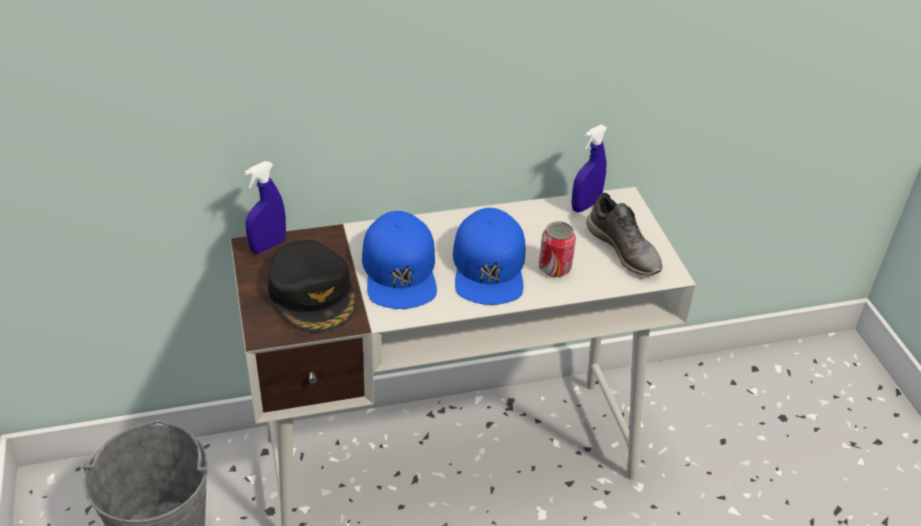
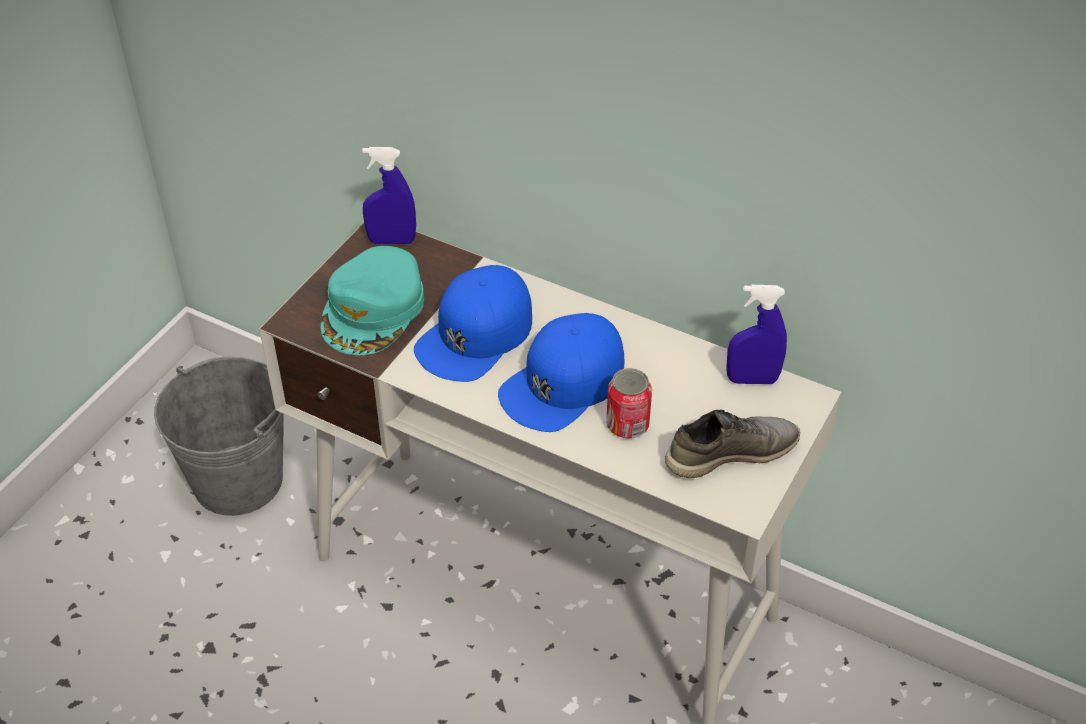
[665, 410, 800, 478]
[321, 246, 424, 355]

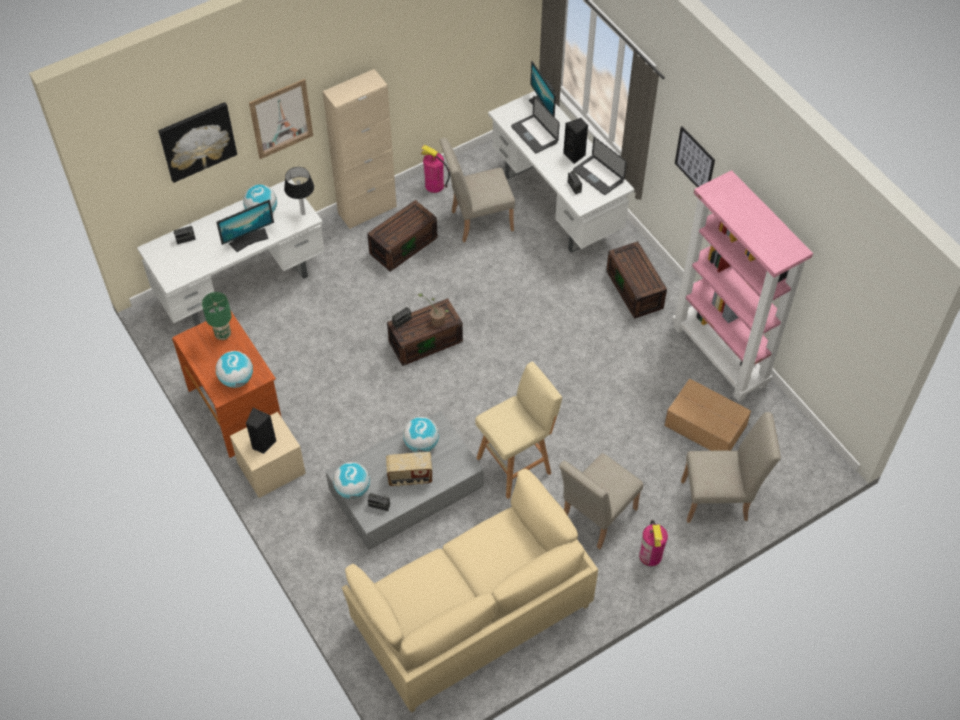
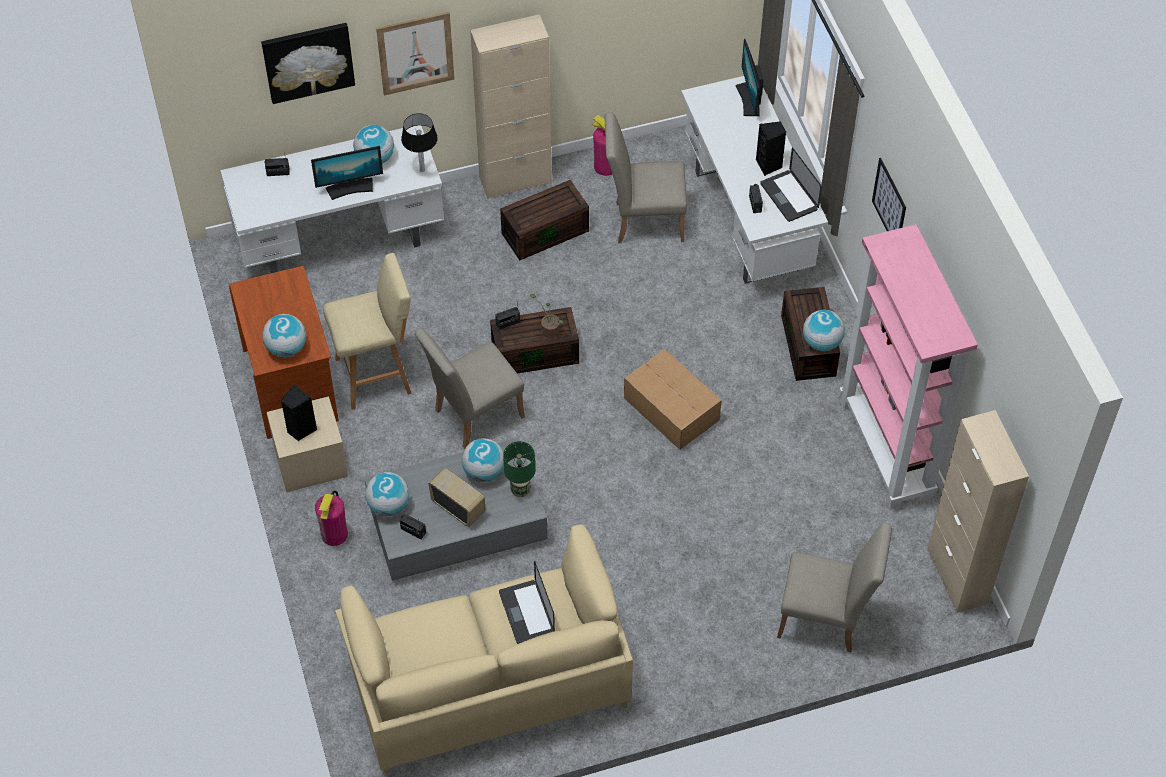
[499, 561, 555, 644]
[503, 441, 535, 497]
[323, 253, 412, 410]
[624, 349, 722, 450]
[429, 468, 485, 527]
[415, 328, 525, 449]
[315, 491, 348, 546]
[803, 310, 845, 351]
[927, 410, 1029, 613]

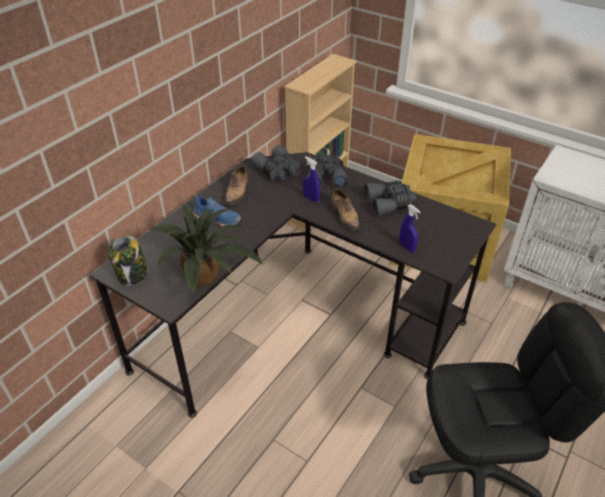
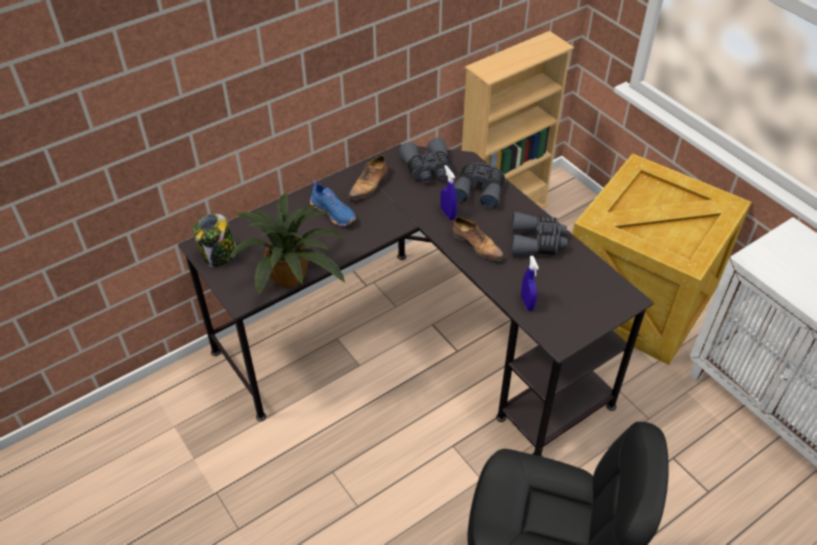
[452, 217, 504, 261]

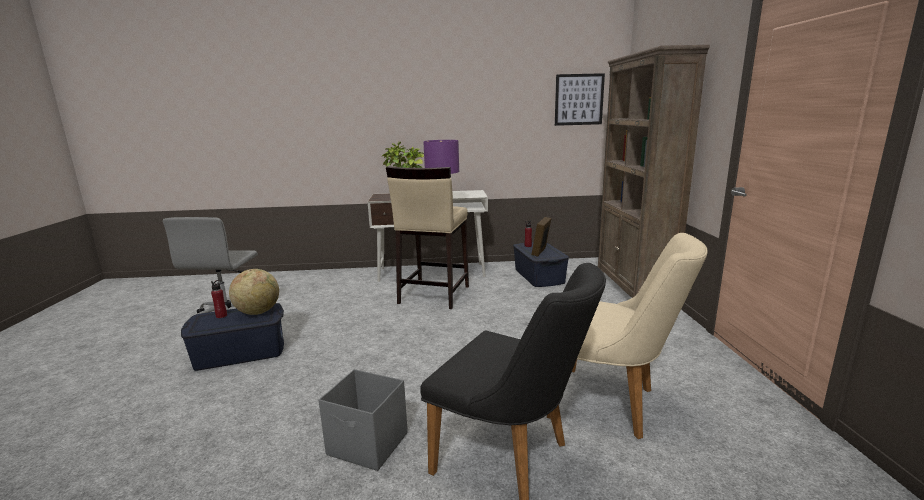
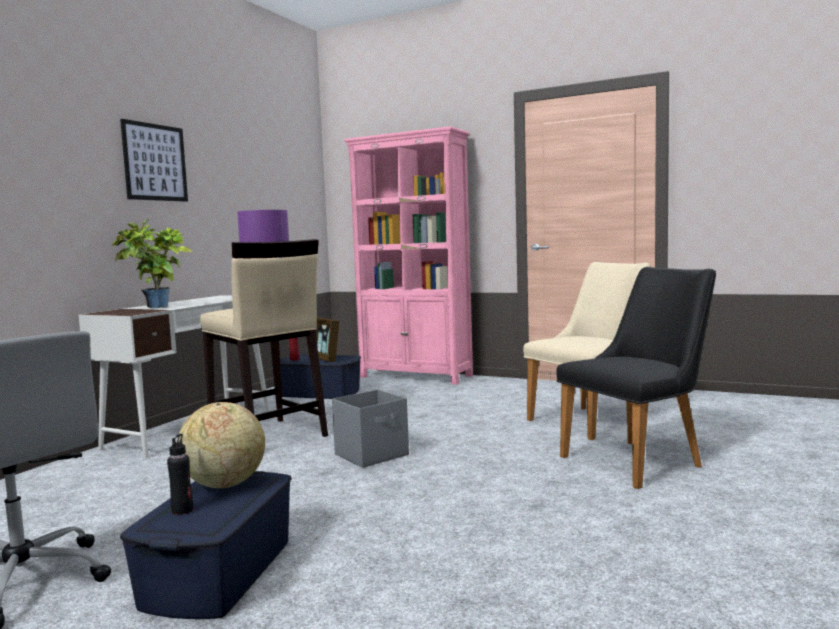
[344, 126, 473, 385]
[120, 119, 188, 202]
[167, 434, 193, 515]
[332, 390, 409, 468]

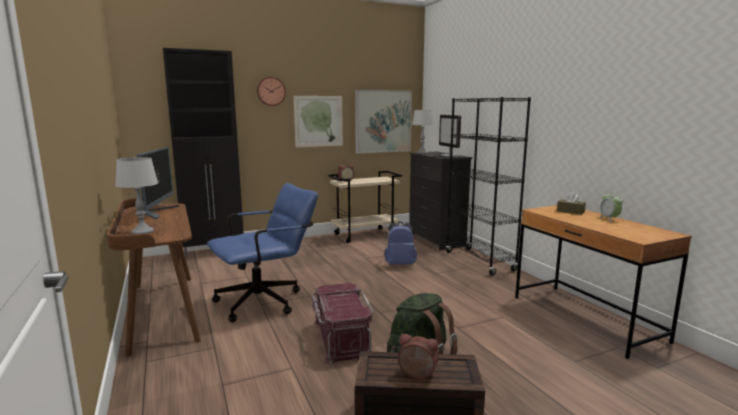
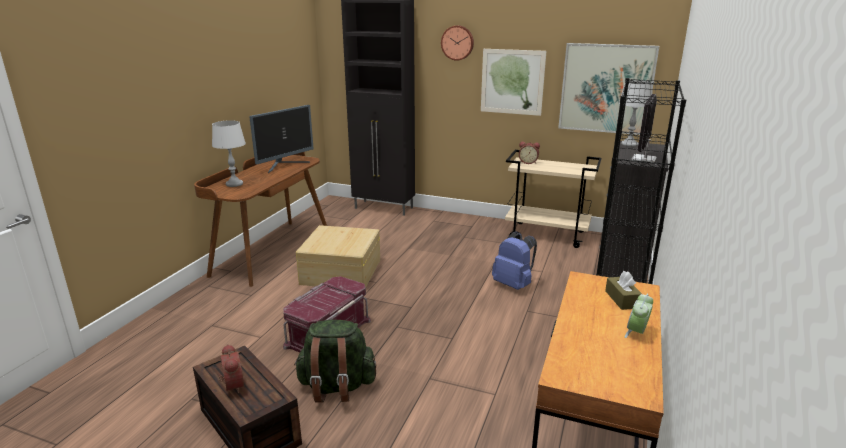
[296, 225, 380, 287]

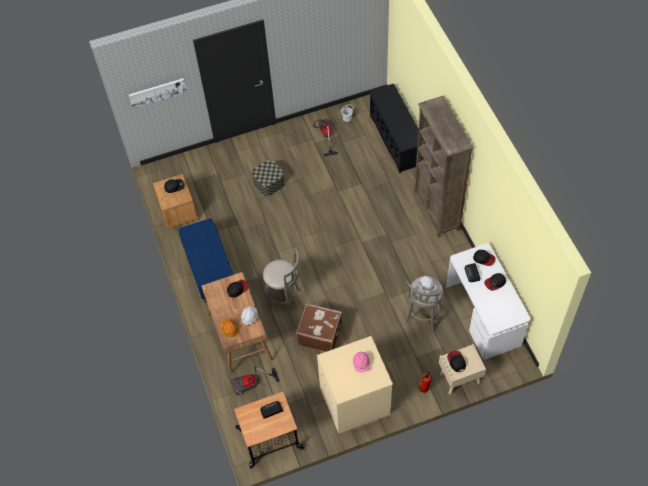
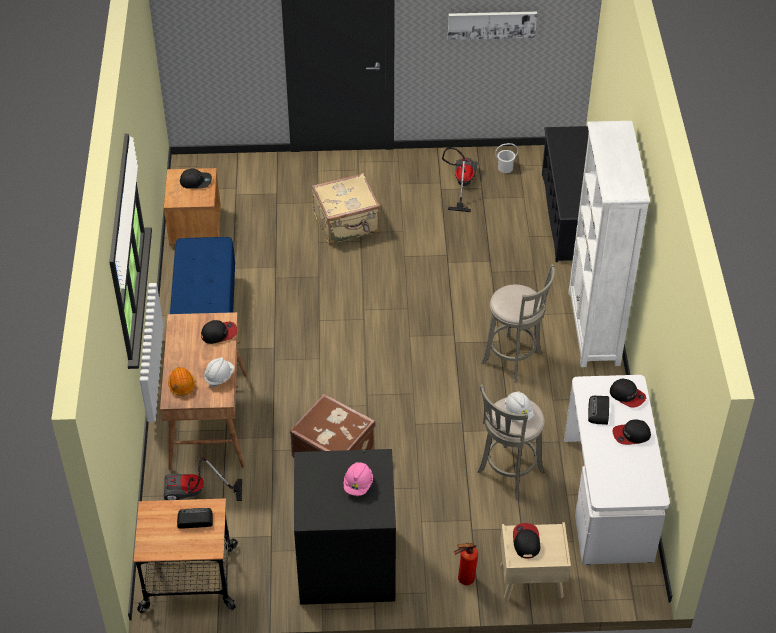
[448, 12, 537, 40]
[568, 121, 650, 367]
[312, 173, 380, 245]
[481, 264, 555, 383]
[294, 449, 396, 605]

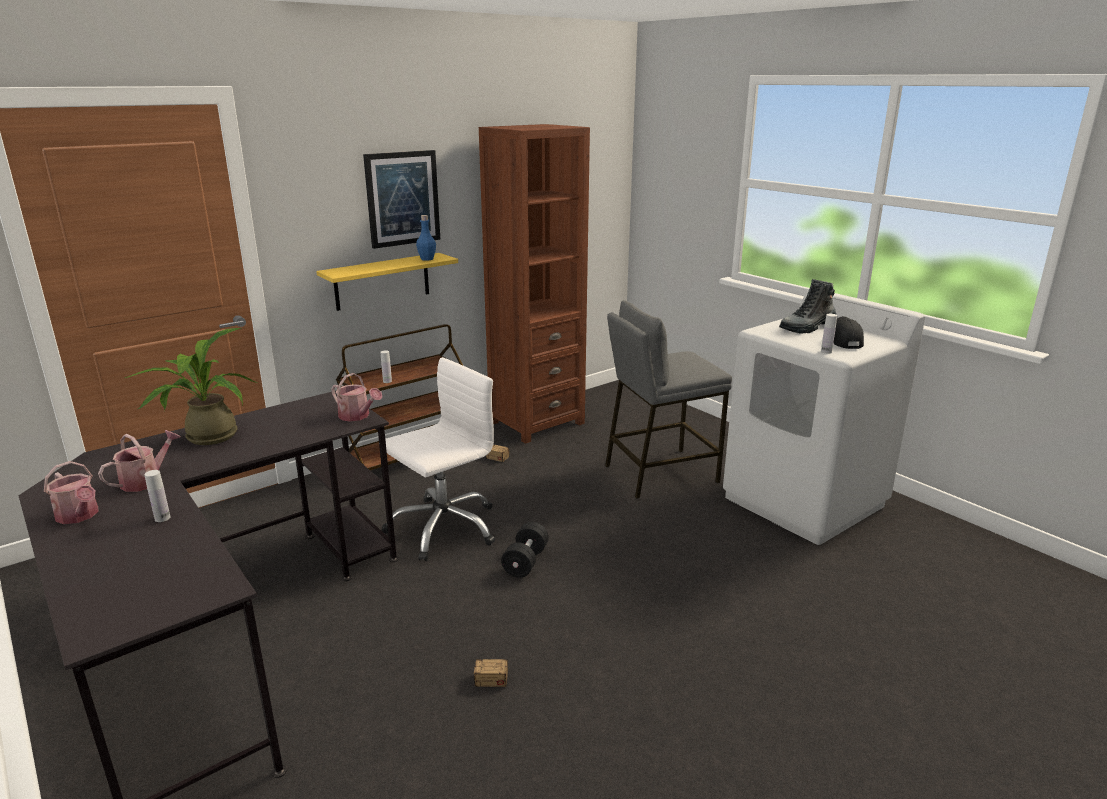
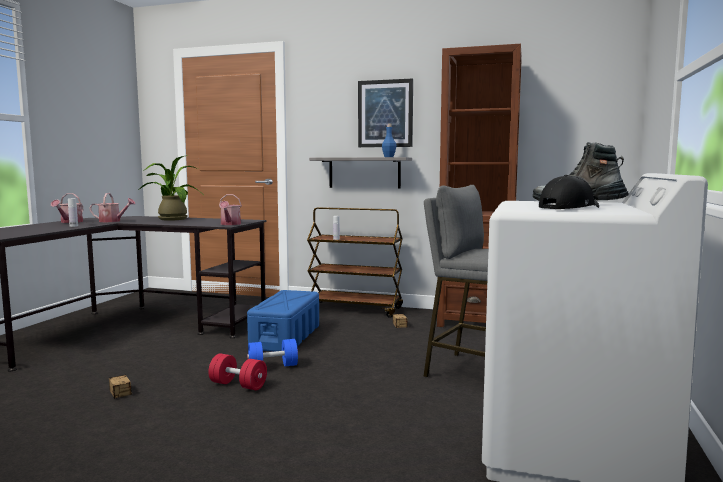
[309, 157, 412, 189]
[821, 314, 837, 354] (first image)
[247, 290, 319, 352]
[247, 339, 298, 366]
[208, 353, 267, 390]

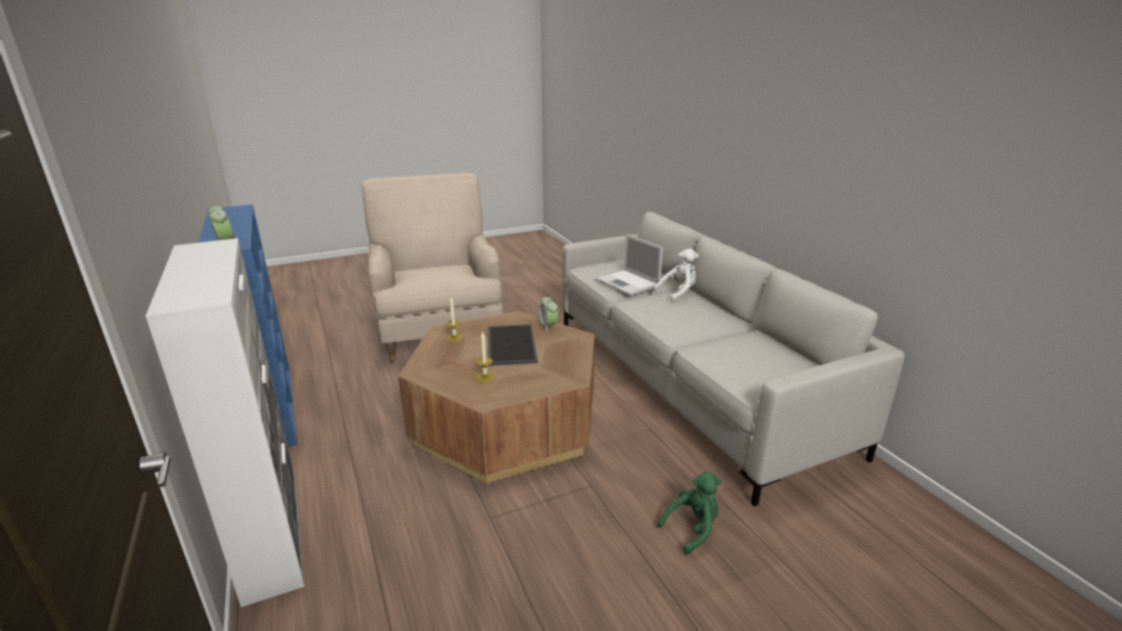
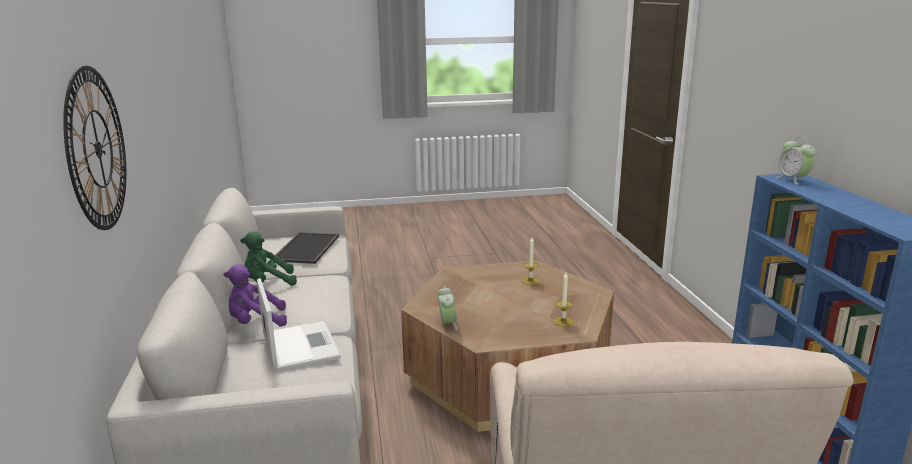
[145, 238, 304, 607] (first image)
[224, 264, 287, 327]
[276, 232, 339, 264]
[240, 231, 297, 286]
[63, 66, 126, 230]

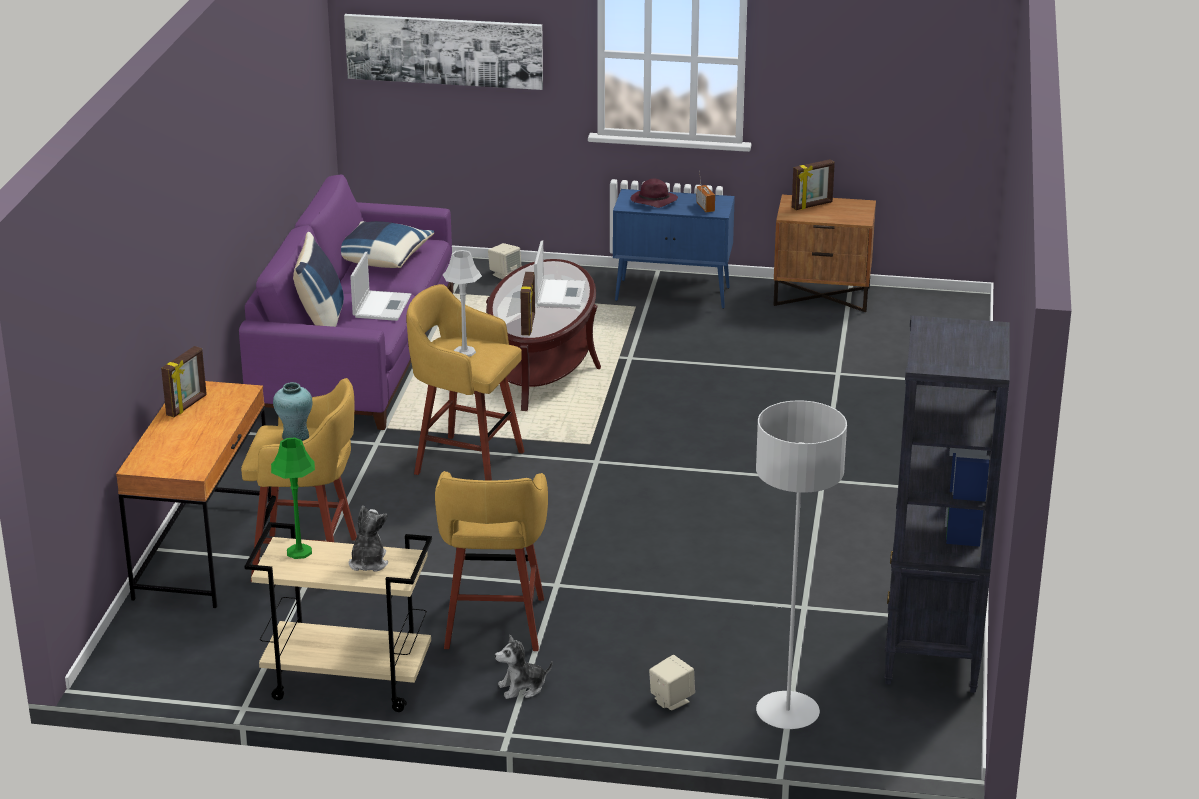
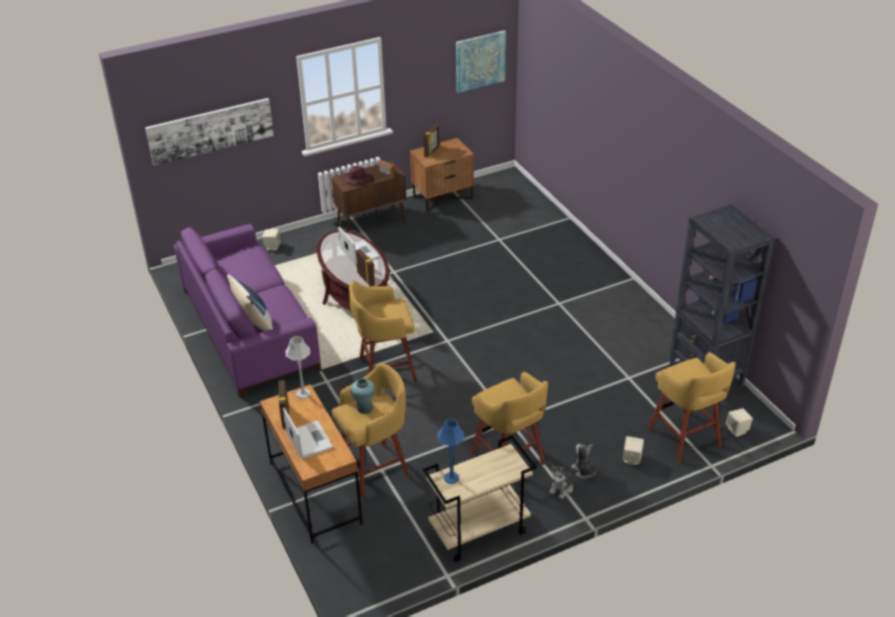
[331, 161, 407, 231]
[341, 221, 434, 268] (first image)
[285, 336, 310, 399]
[283, 407, 333, 459]
[647, 352, 736, 463]
[438, 419, 464, 484]
[571, 444, 596, 479]
[456, 31, 506, 93]
[726, 408, 753, 437]

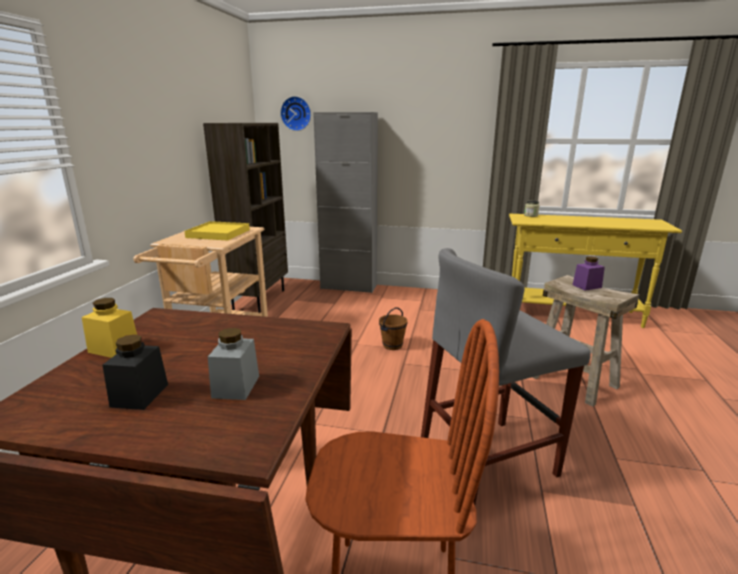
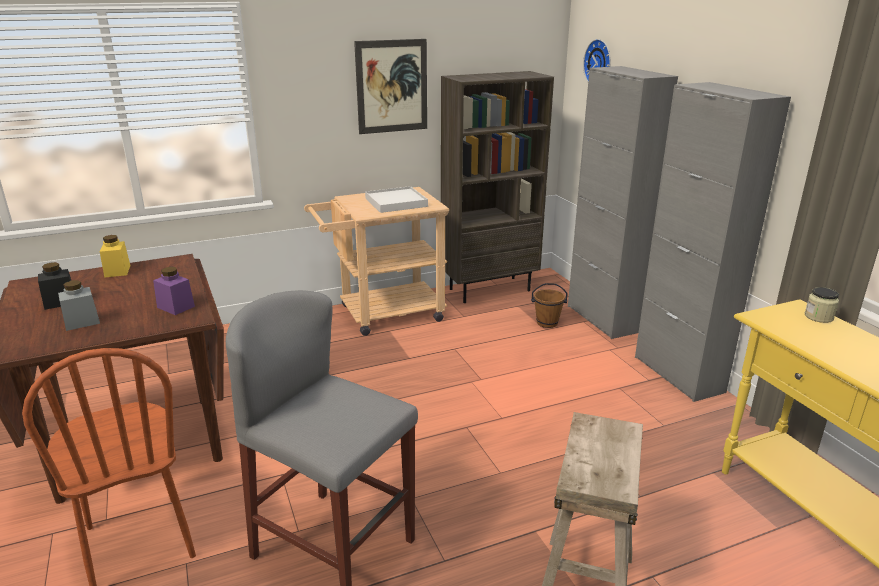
[365, 186, 428, 213]
[153, 267, 195, 315]
[531, 283, 568, 328]
[354, 39, 427, 134]
[635, 82, 791, 402]

